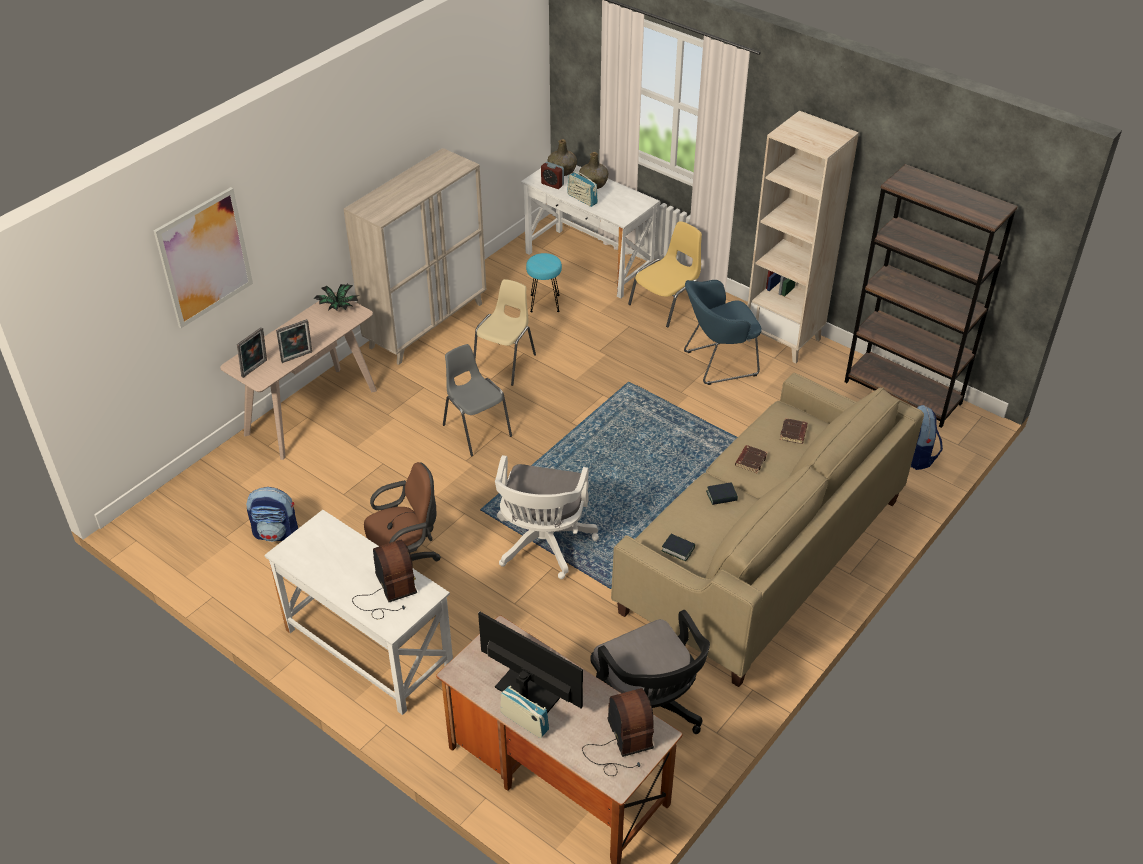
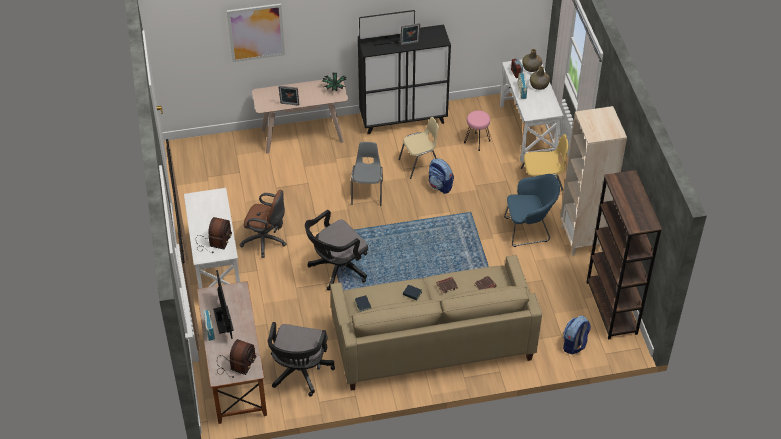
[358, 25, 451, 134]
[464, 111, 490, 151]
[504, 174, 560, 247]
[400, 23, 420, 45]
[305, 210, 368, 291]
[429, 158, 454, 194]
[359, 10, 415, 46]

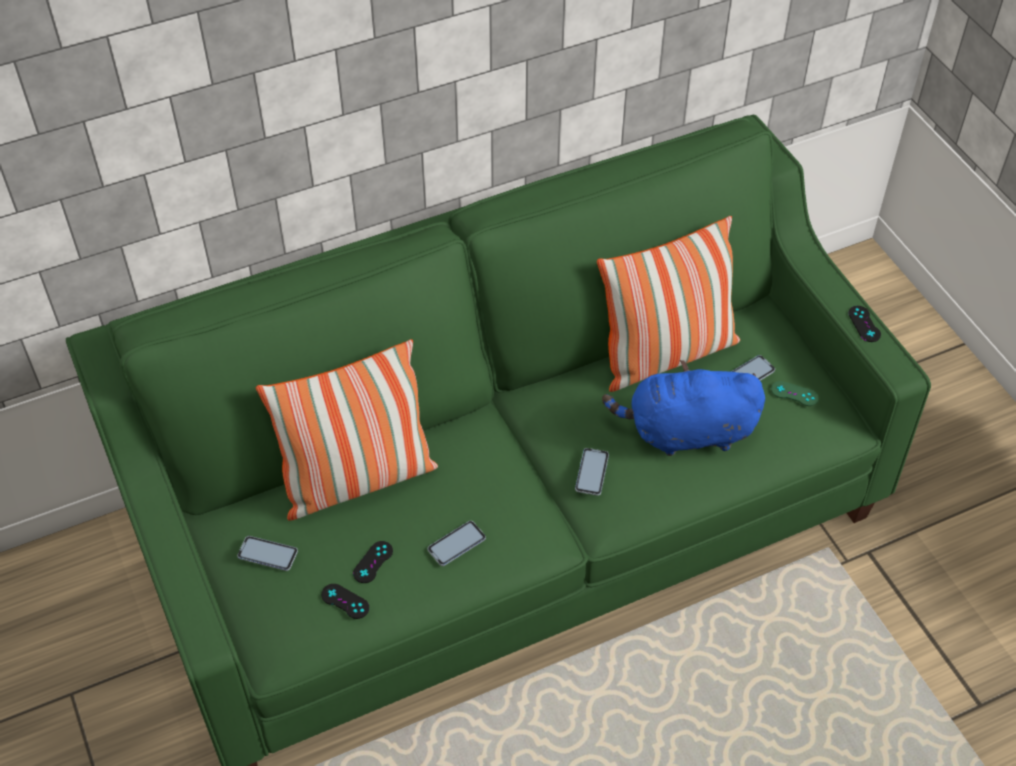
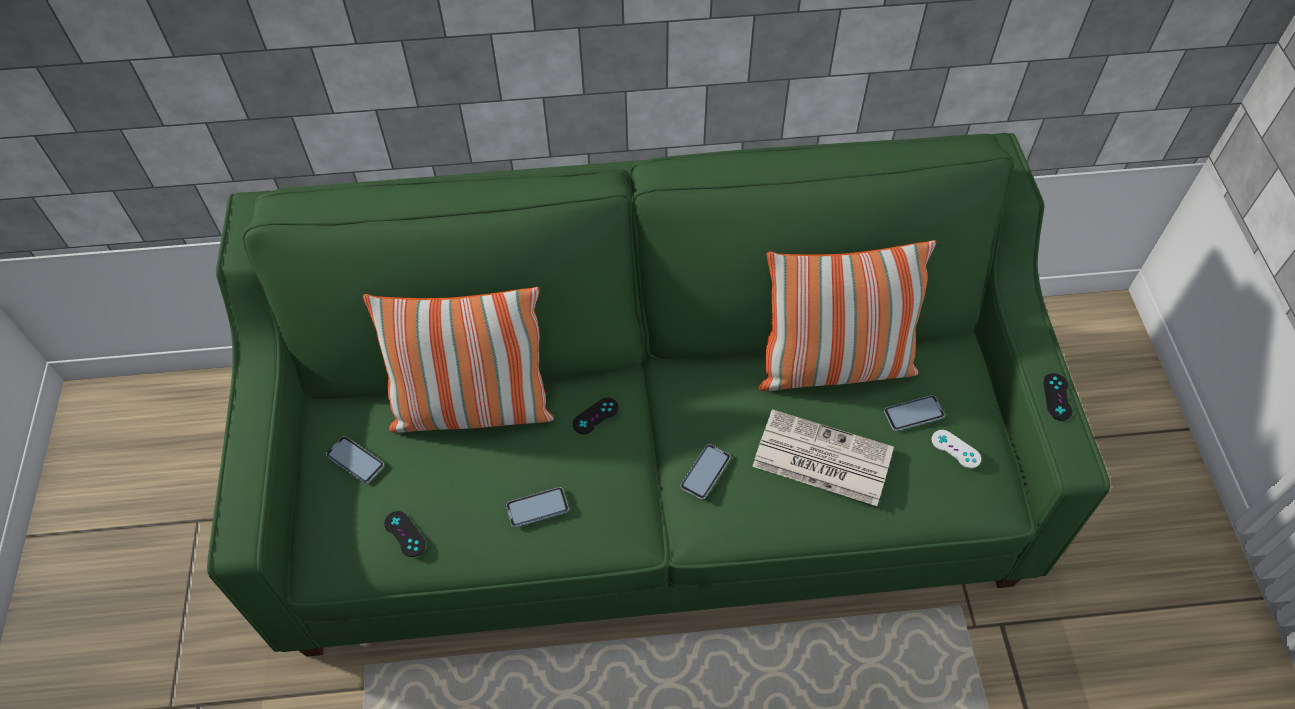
[752, 409, 894, 506]
[932, 430, 981, 468]
[573, 398, 618, 434]

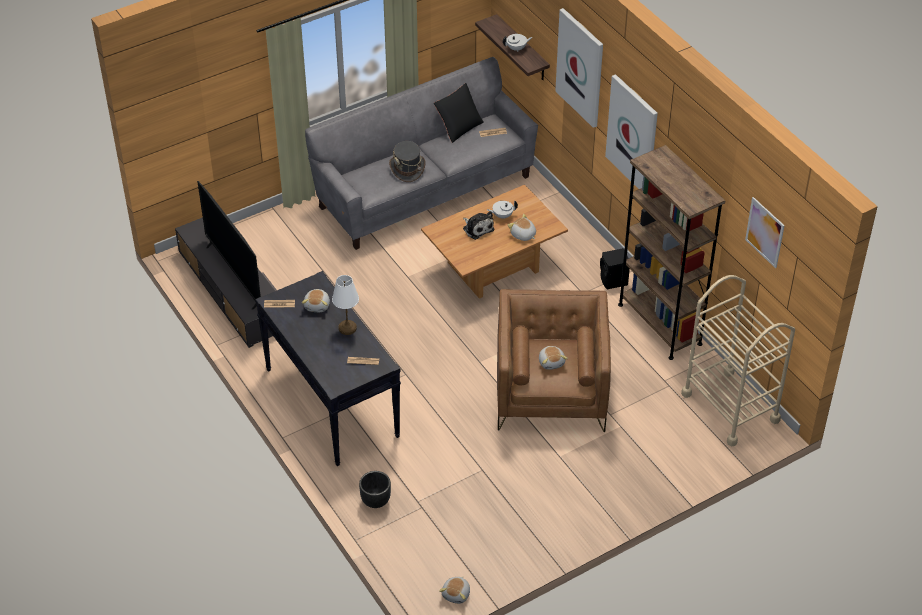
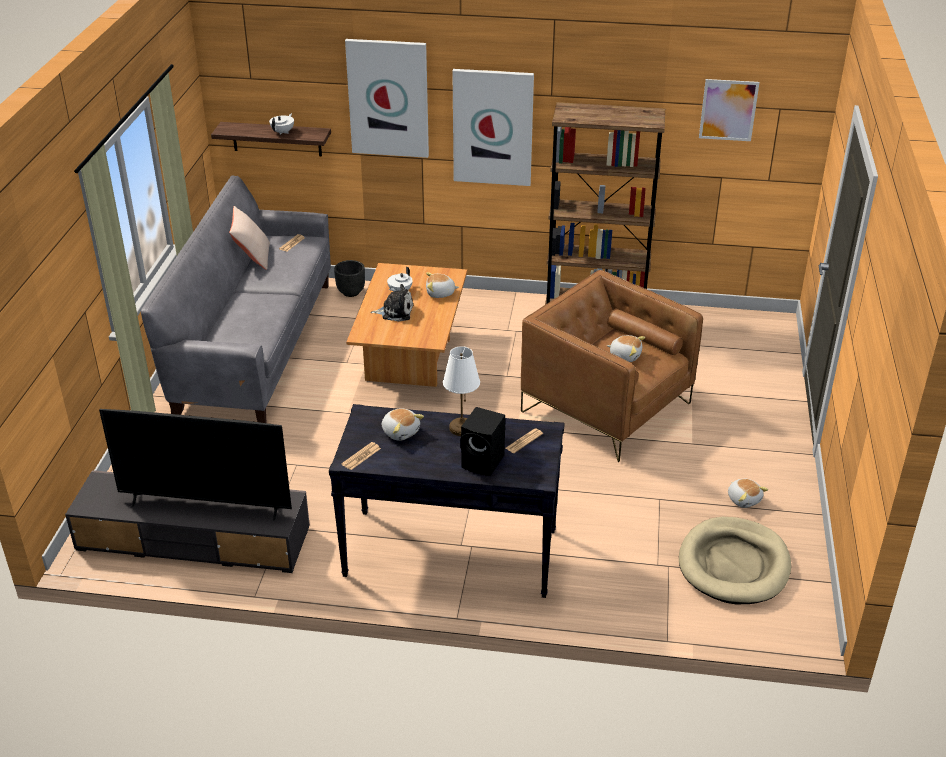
[229, 206, 270, 270]
[389, 141, 425, 182] (first image)
[460, 407, 505, 476]
[681, 275, 795, 446] (first image)
[334, 260, 365, 297]
[728, 479, 768, 508]
[679, 517, 791, 605]

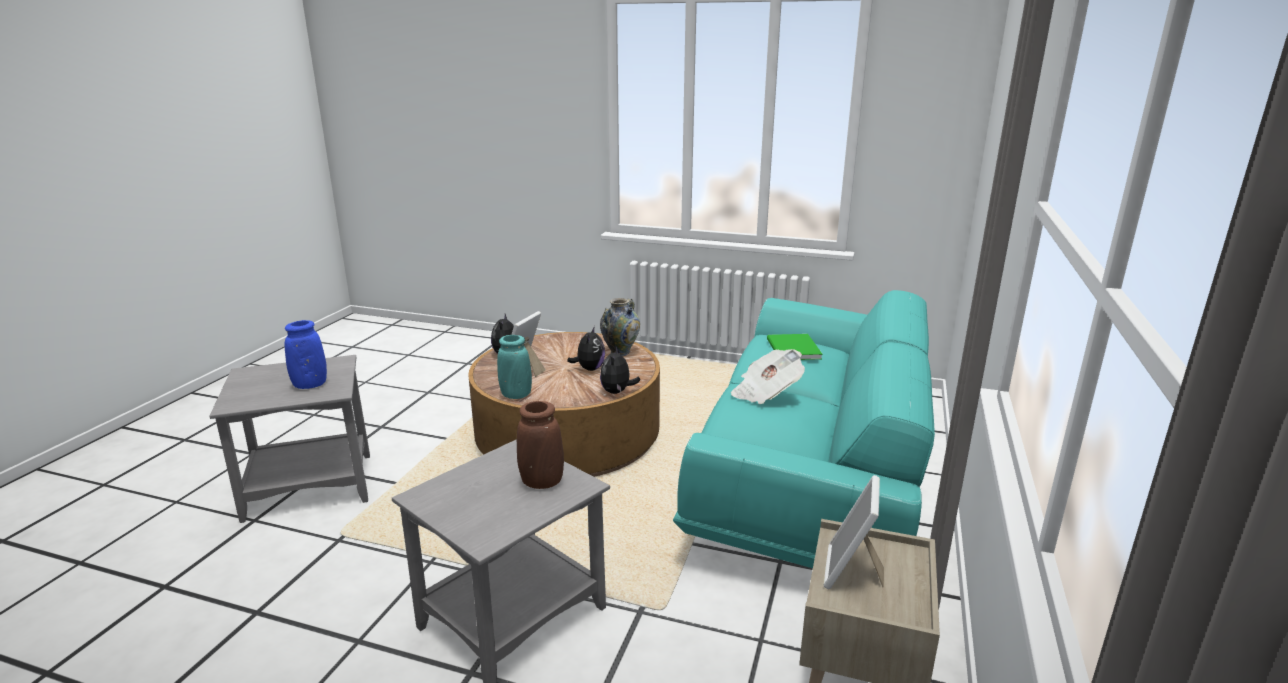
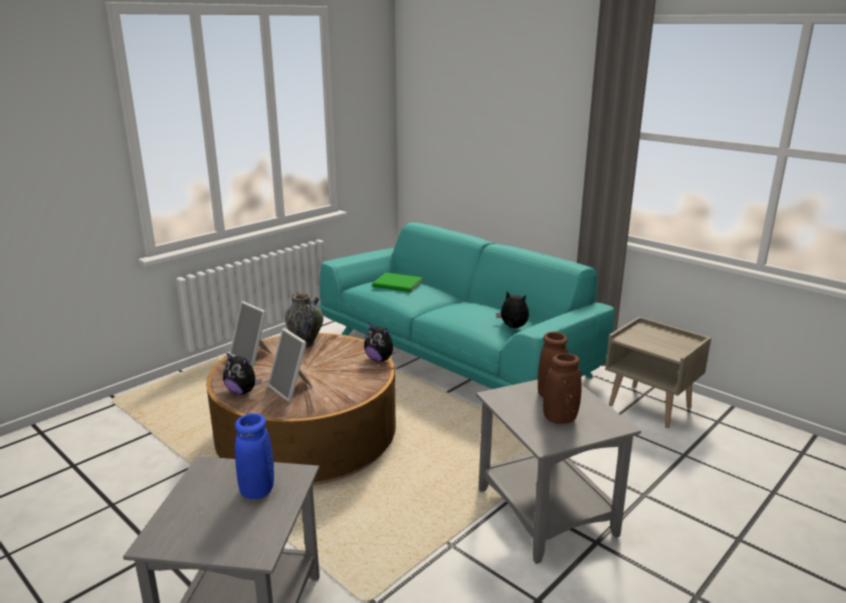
[496, 291, 529, 328]
[497, 335, 532, 399] (first image)
[731, 349, 805, 404] (first image)
[230, 301, 272, 367]
[543, 353, 581, 424]

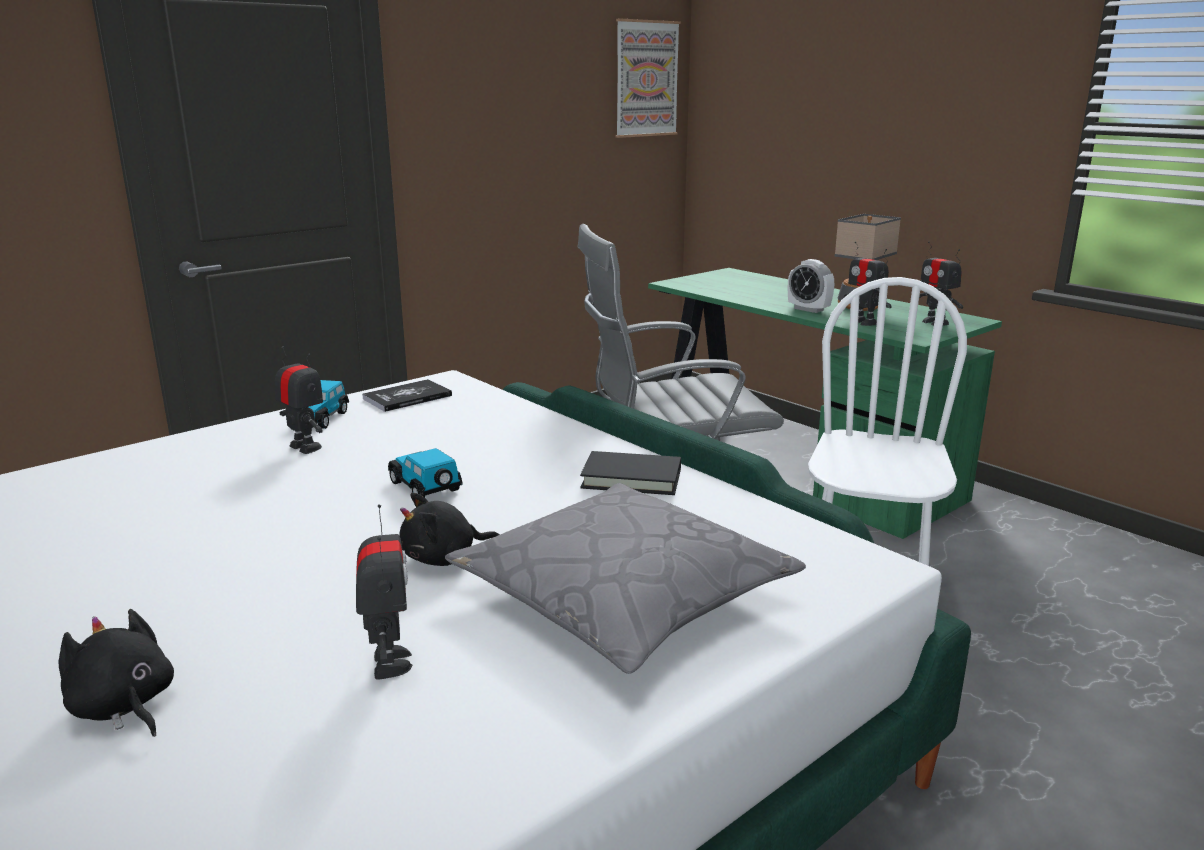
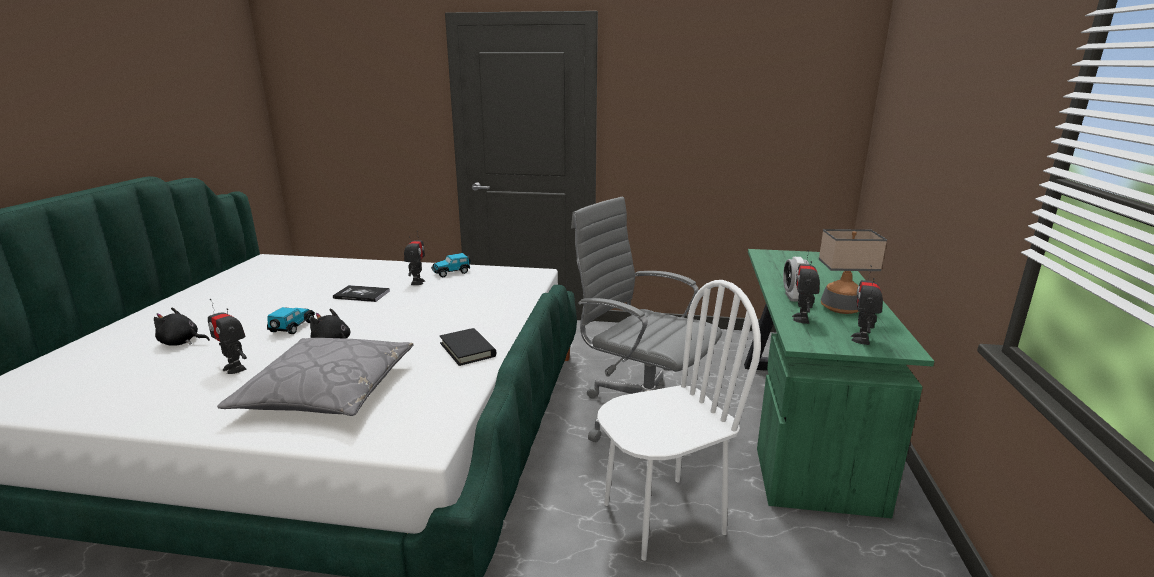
[615, 19, 681, 138] (first image)
[333, 285, 390, 302]
[267, 307, 315, 334]
[208, 299, 247, 374]
[154, 308, 210, 345]

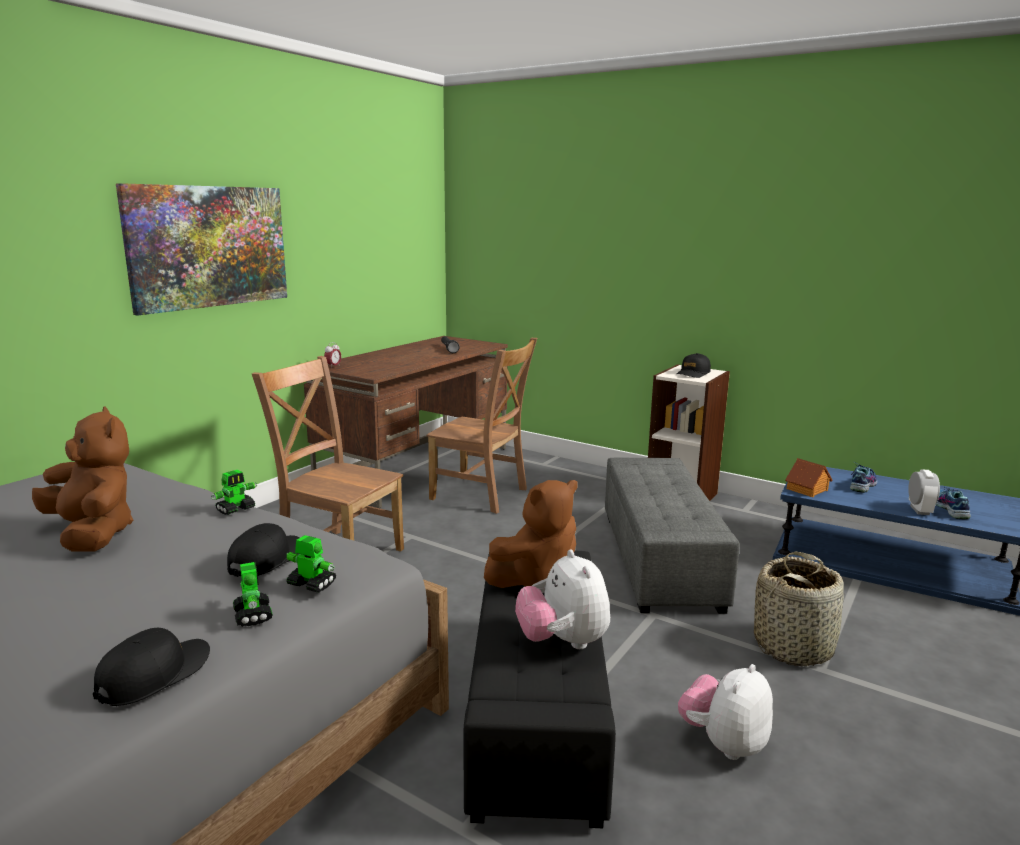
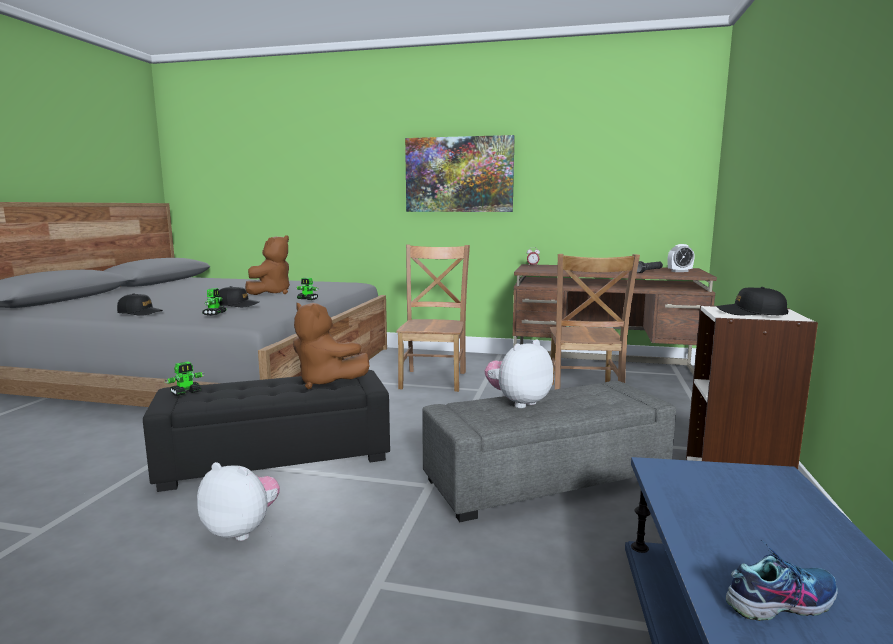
[785, 458, 832, 497] (first image)
[850, 463, 877, 493] (first image)
[668, 244, 695, 272]
[485, 339, 553, 408]
[754, 552, 844, 667] (first image)
[164, 361, 205, 396]

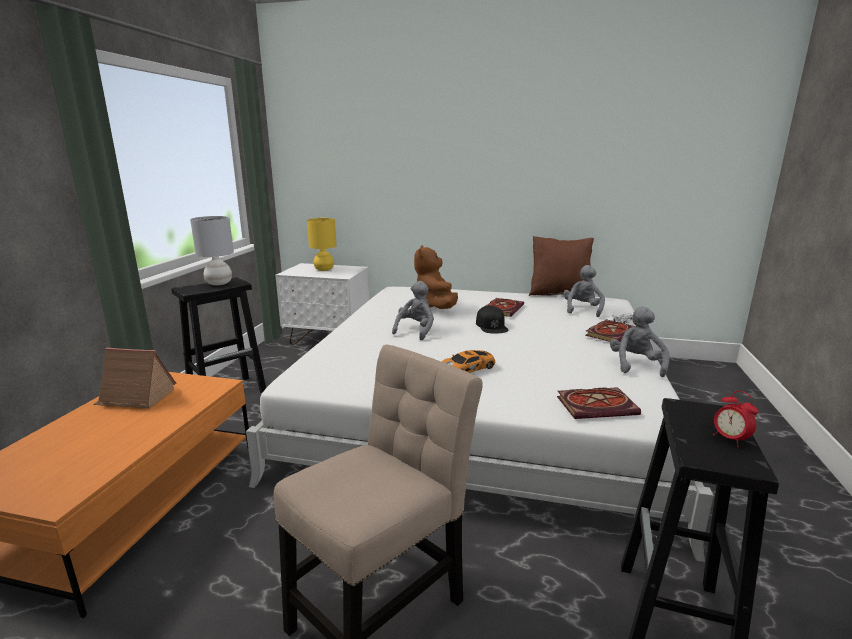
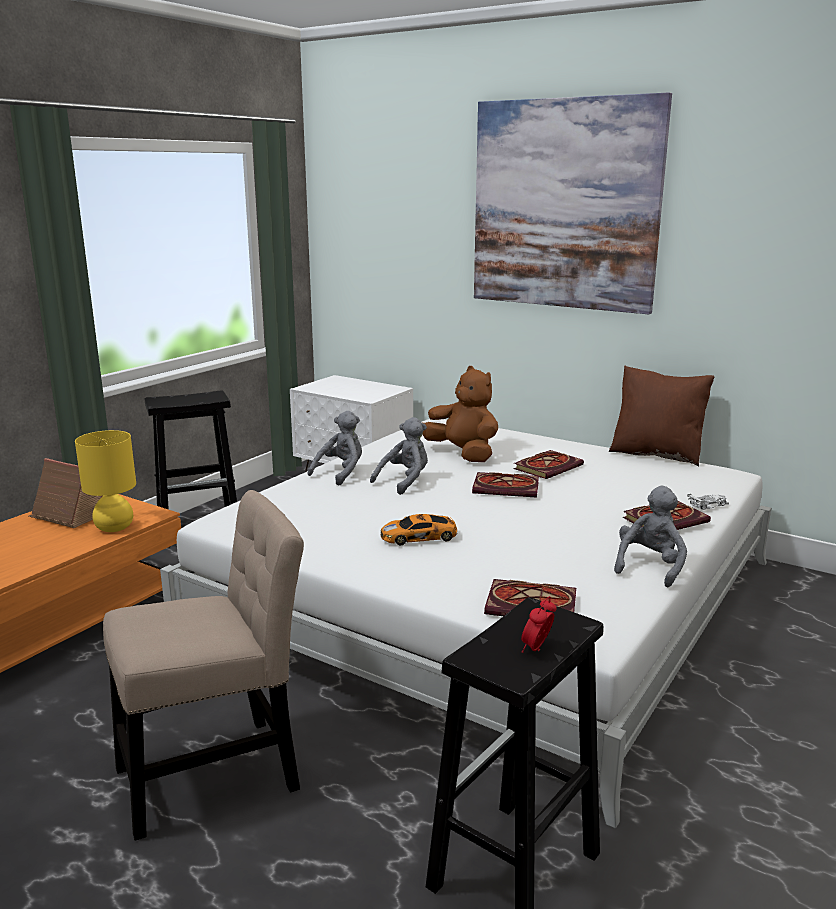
[190, 216, 234, 285] (first image)
[75, 430, 136, 532]
[422, 366, 498, 462]
[308, 411, 362, 486]
[472, 472, 539, 498]
[521, 596, 557, 653]
[474, 93, 672, 314]

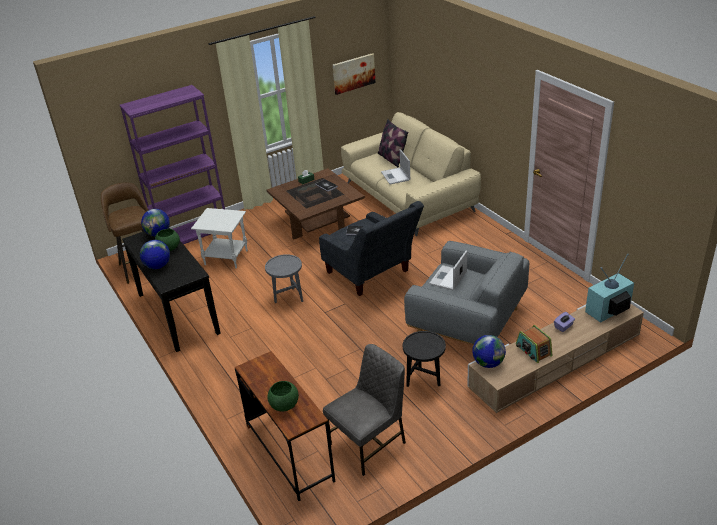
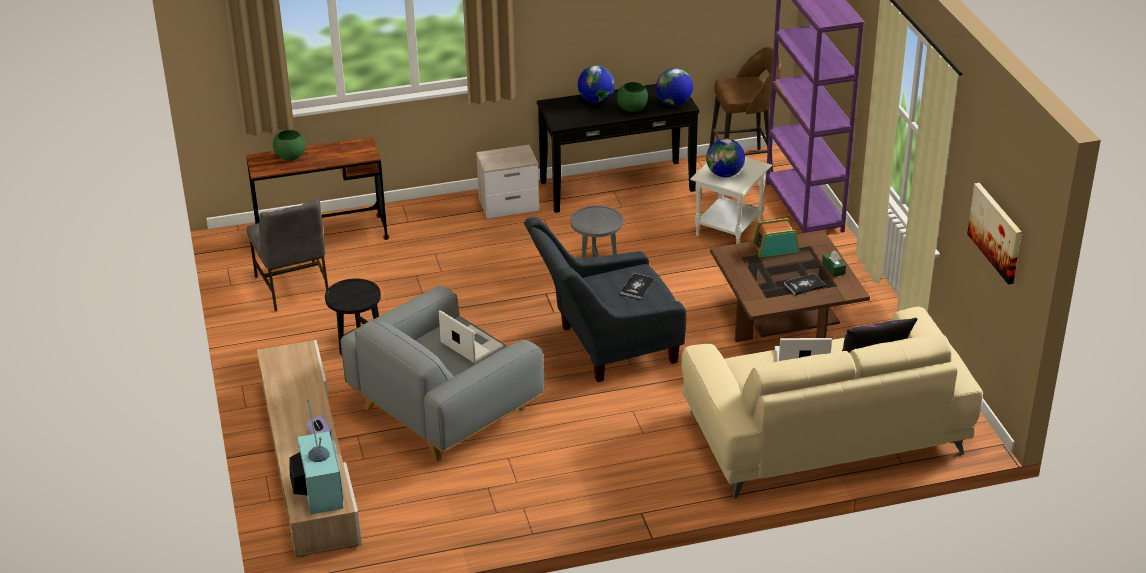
[752, 218, 800, 258]
[706, 139, 745, 177]
[476, 145, 539, 219]

